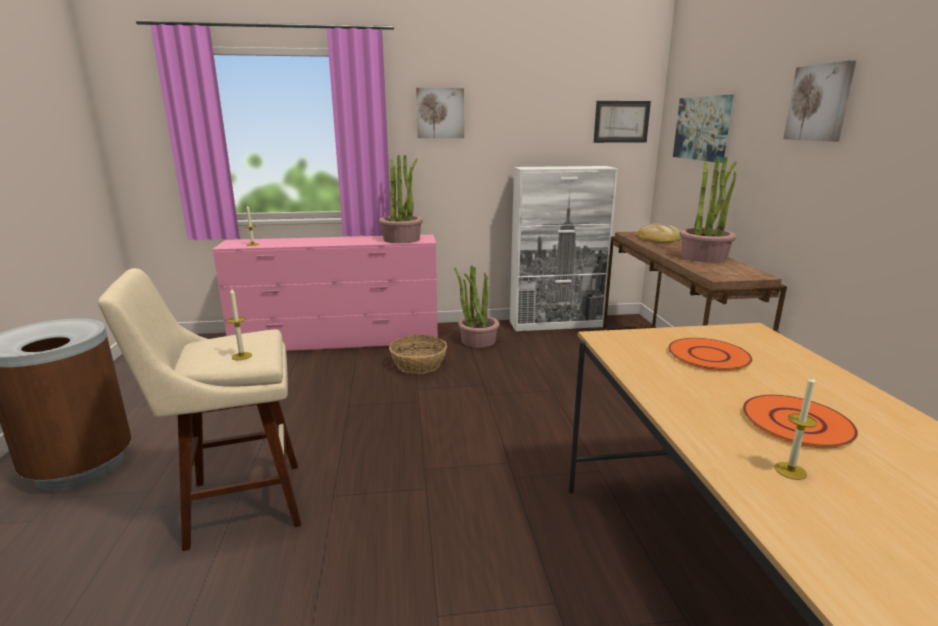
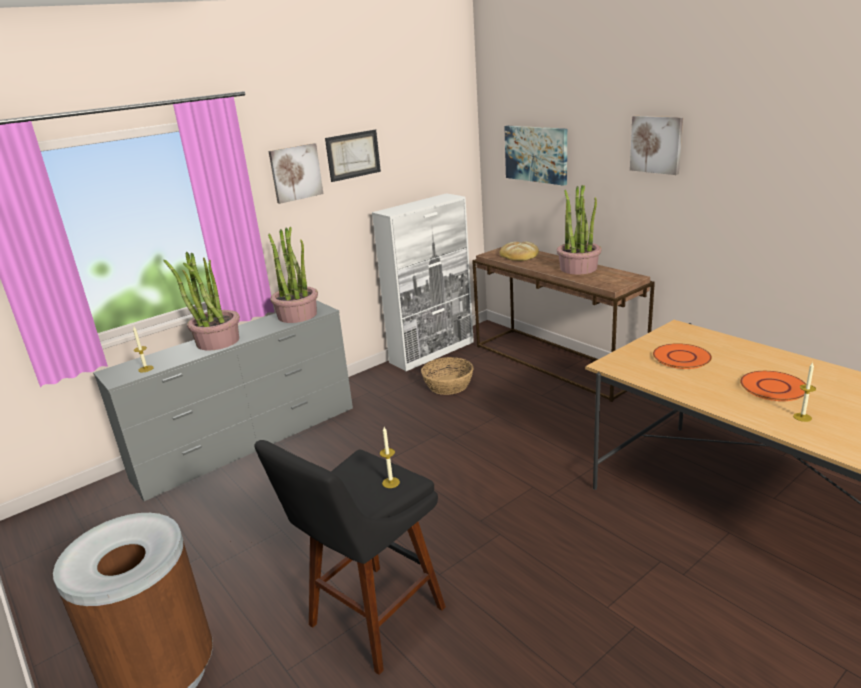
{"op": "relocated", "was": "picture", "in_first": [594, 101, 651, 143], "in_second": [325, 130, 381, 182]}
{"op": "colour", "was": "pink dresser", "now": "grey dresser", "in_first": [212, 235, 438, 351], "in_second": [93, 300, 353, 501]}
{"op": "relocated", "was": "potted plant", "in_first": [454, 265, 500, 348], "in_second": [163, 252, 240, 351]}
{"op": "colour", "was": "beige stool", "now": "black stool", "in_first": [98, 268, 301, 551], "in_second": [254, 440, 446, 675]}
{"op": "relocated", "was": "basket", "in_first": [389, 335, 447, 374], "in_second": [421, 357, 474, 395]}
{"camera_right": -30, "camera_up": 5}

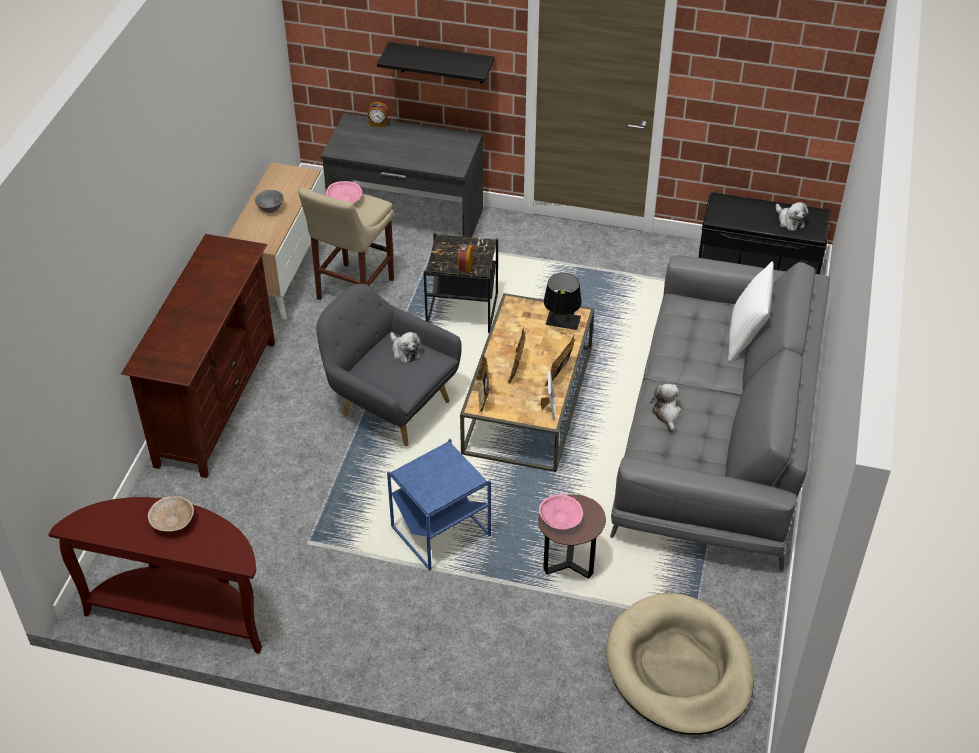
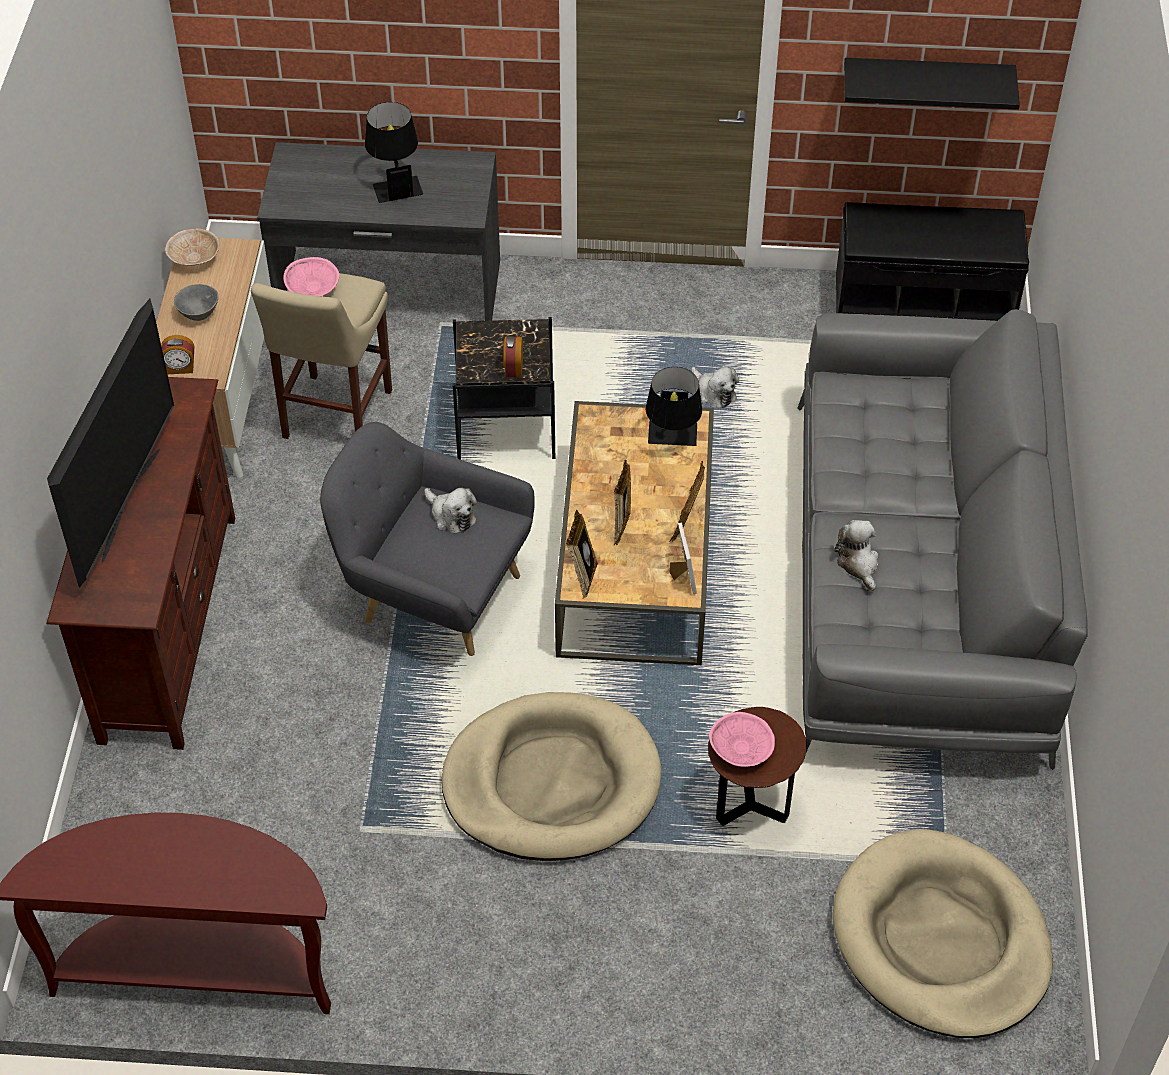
{"op": "relocated", "was": "black shelf", "in_first": [377, 42, 495, 83], "in_second": [844, 58, 1020, 110]}
{"op": "relocated", "was": "alarm clock", "in_first": [367, 102, 388, 127], "in_second": [161, 335, 194, 374]}
{"op": "relocated", "was": "plush toy", "in_first": [776, 202, 808, 231], "in_second": [691, 367, 739, 408]}
{"op": "missing", "was": "white pillow", "in_first": [728, 262, 774, 362]}
{"op": "exchanged", "was": "blue side table", "now": "beige dog bed", "in_first": [387, 439, 491, 571], "in_second": [442, 692, 662, 861]}
{"op": "relocated", "was": "beige bowl", "in_first": [148, 496, 194, 531], "in_second": [165, 228, 219, 265]}
{"op": "appeared", "now": "black table lamp", "in_second": [365, 102, 423, 203]}
{"op": "appeared", "now": "television", "in_second": [47, 299, 174, 587]}
{"camera_right": -10, "camera_up": 5}

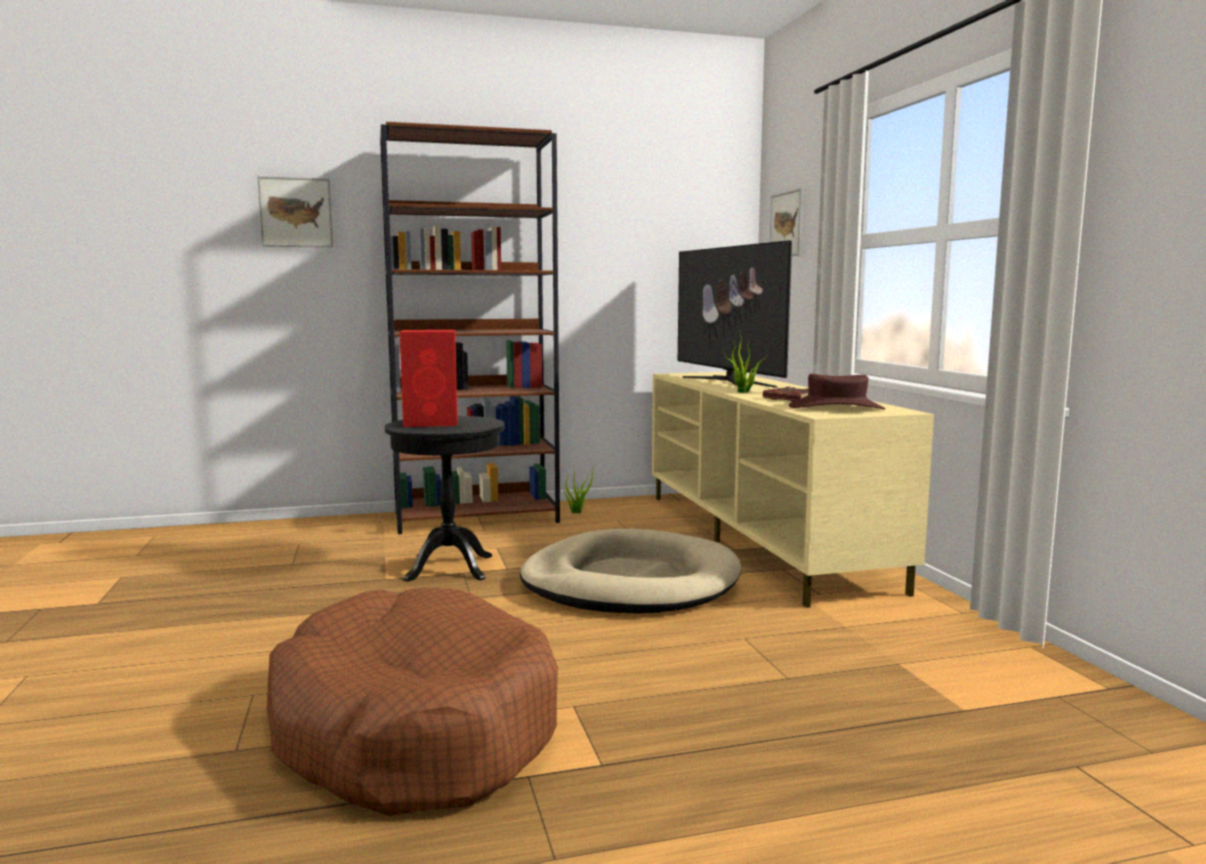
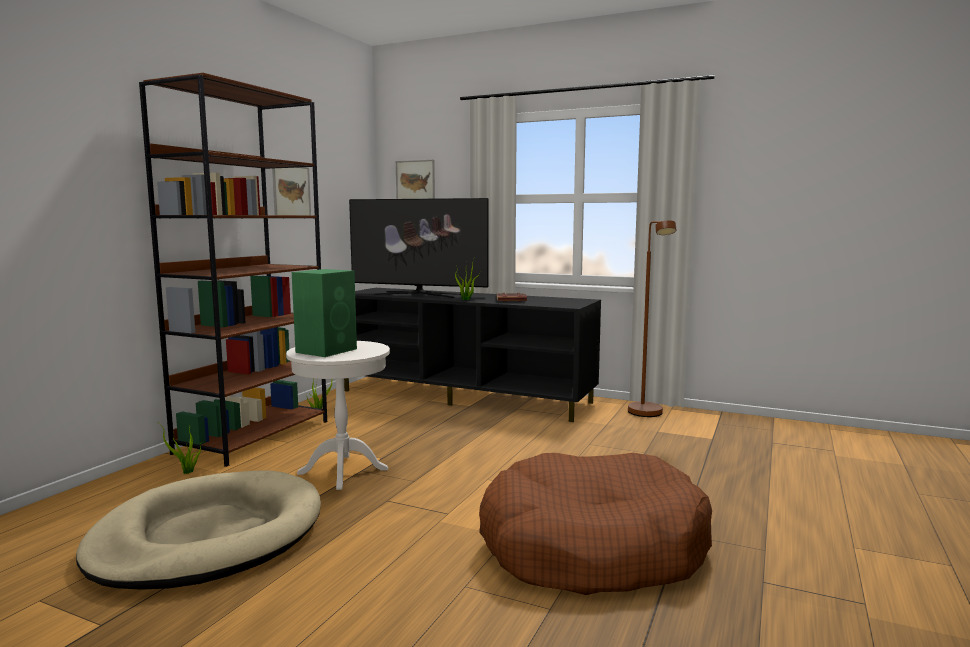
{"op": "relocated", "was": "picture", "in_first": [257, 176, 333, 248], "in_second": [272, 167, 311, 215]}
{"op": "colour", "was": "red speaker", "now": "green speaker", "in_first": [400, 330, 458, 427], "in_second": [292, 269, 357, 357]}
{"op": "colour", "was": "beige tv stand", "now": "black tv stand", "in_first": [652, 372, 934, 608], "in_second": [344, 288, 601, 422]}
{"op": "missing", "was": "brown hat", "in_first": [789, 374, 885, 410]}
{"op": "colour", "was": "black side table", "now": "white side table", "in_first": [385, 416, 505, 582], "in_second": [286, 341, 390, 490]}
{"op": "relocated", "was": "beige dog bed", "in_first": [520, 529, 742, 613], "in_second": [76, 470, 321, 590]}
{"op": "appeared", "now": "brown floor lamp", "in_second": [628, 220, 677, 417]}
{"op": "appeared", "now": "potted plant", "in_second": [160, 423, 201, 474]}
{"camera_right": -50, "camera_up": 0}

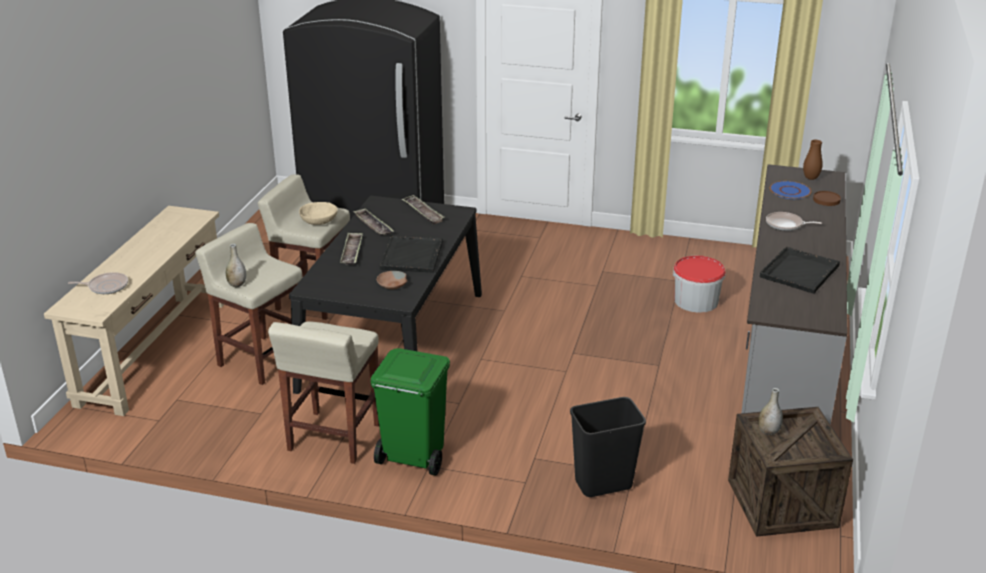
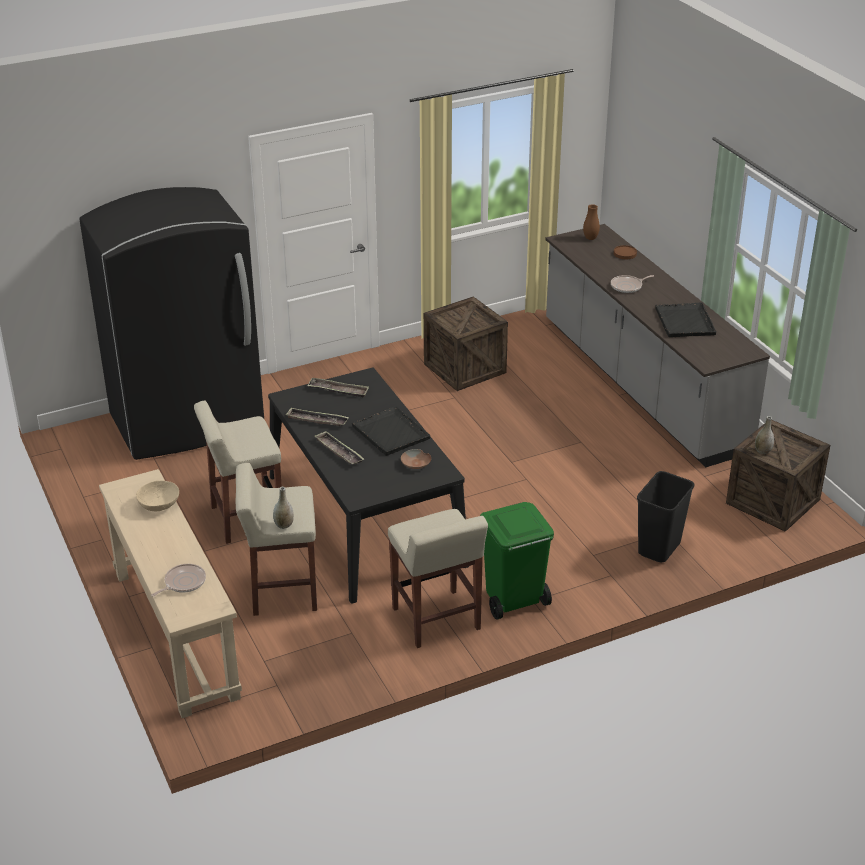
{"op": "missing", "was": "blue plate", "in_first": [770, 181, 811, 199]}
{"op": "relocated", "was": "beige bowl", "in_first": [299, 202, 338, 225], "in_second": [136, 481, 179, 511]}
{"op": "missing", "was": "bucket", "in_first": [673, 255, 726, 313]}
{"op": "appeared", "now": "crate", "in_second": [424, 297, 508, 391]}
{"camera_right": -40, "camera_up": 5}

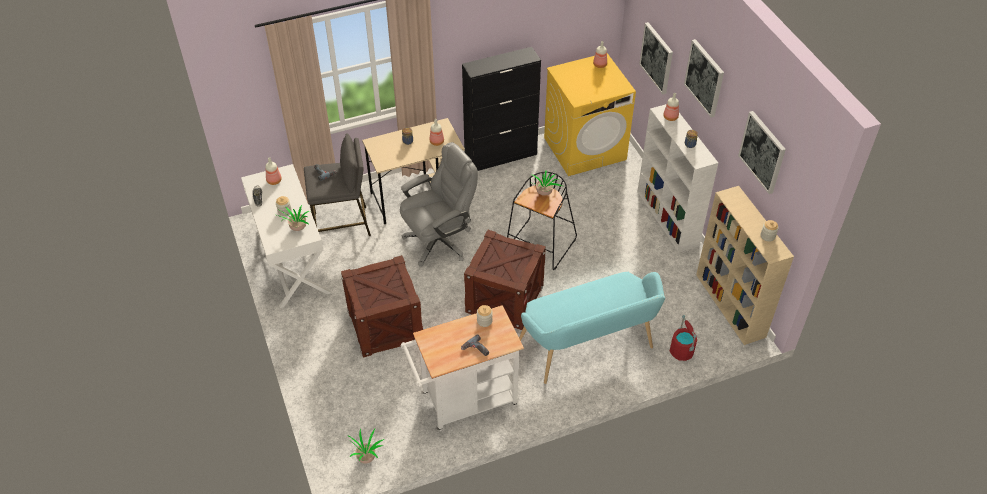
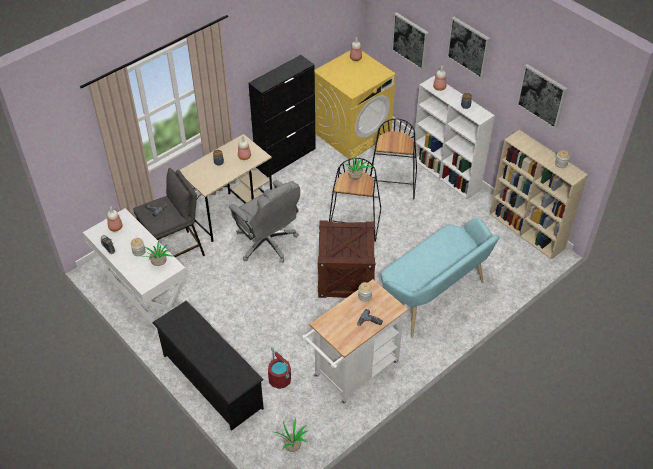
{"op": "spun", "was": "grey office chair", "in_first": [400, 142, 478, 267], "in_second": [229, 180, 300, 263], "clockwise": 105}
{"op": "missing", "was": "crate", "in_first": [341, 255, 423, 358]}
{"op": "relocated", "was": "red bucket", "in_first": [670, 315, 697, 361], "in_second": [268, 348, 291, 389]}
{"op": "appeared", "now": "black stool", "in_second": [371, 118, 417, 200]}
{"op": "appeared", "now": "black shoe rack", "in_second": [152, 300, 264, 431]}
{"camera_right": -20, "camera_up": 0}

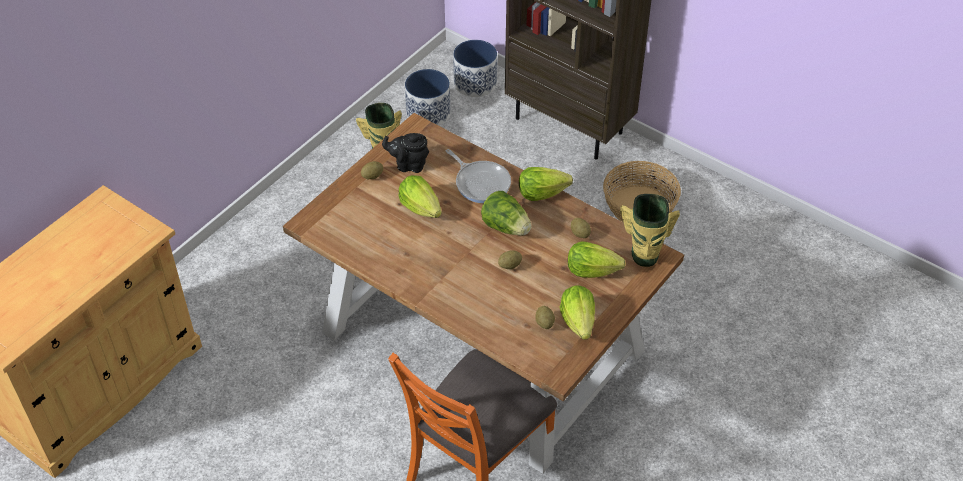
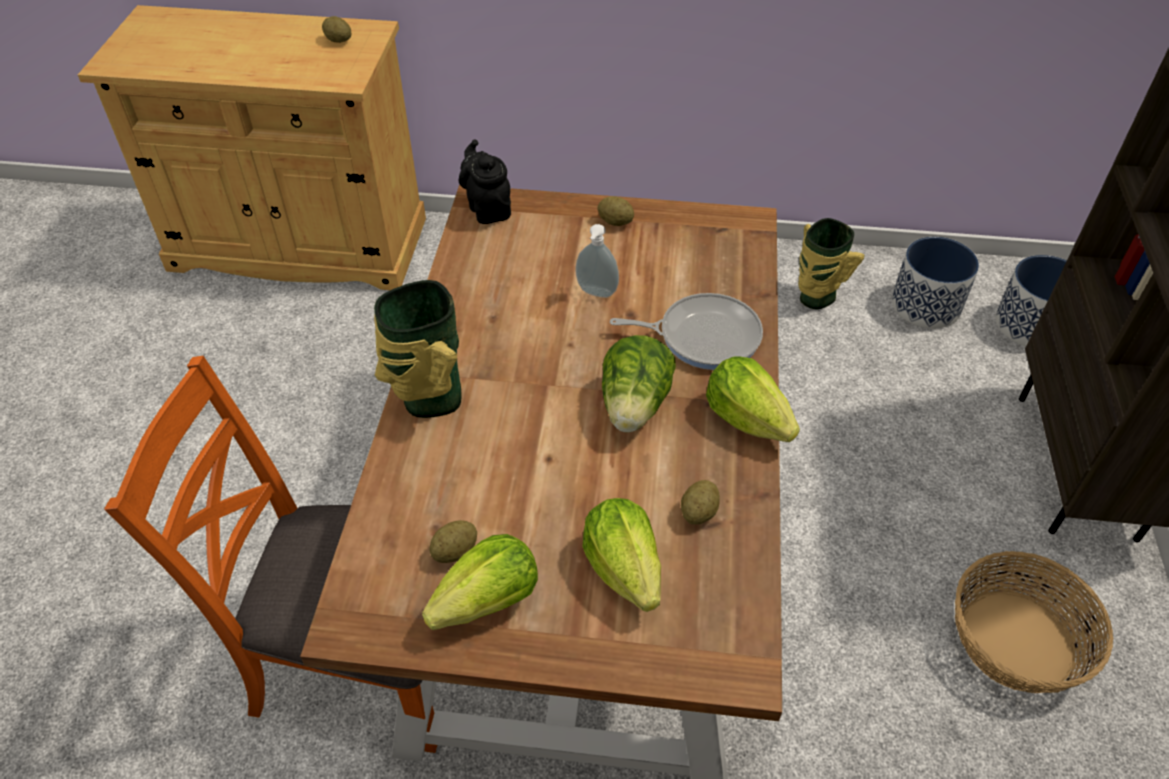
{"op": "relocated", "was": "black teapot", "in_first": [382, 133, 429, 173], "in_second": [459, 139, 511, 224]}
{"op": "spun", "was": "frying pan", "in_first": [446, 149, 511, 203], "in_second": [610, 293, 763, 370], "clockwise": -105}
{"op": "exchanged", "was": "lettuce", "now": "soap dispenser", "in_first": [399, 175, 442, 218], "in_second": [575, 224, 619, 298]}
{"op": "relocated", "was": "vase", "in_first": [620, 194, 680, 267], "in_second": [374, 280, 462, 418]}
{"op": "relocated", "was": "potato", "in_first": [498, 251, 522, 269], "in_second": [322, 16, 351, 43]}
{"camera_right": 60, "camera_up": 0}

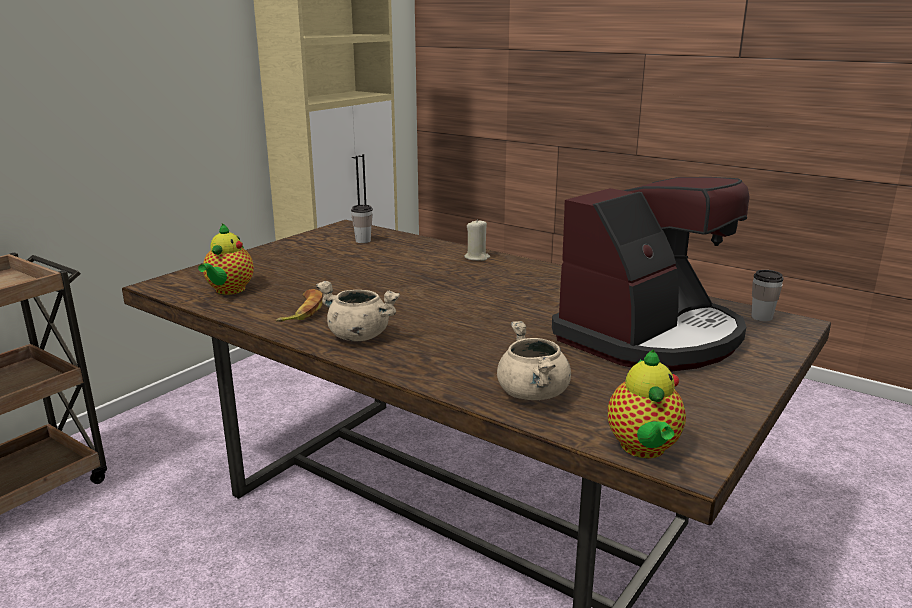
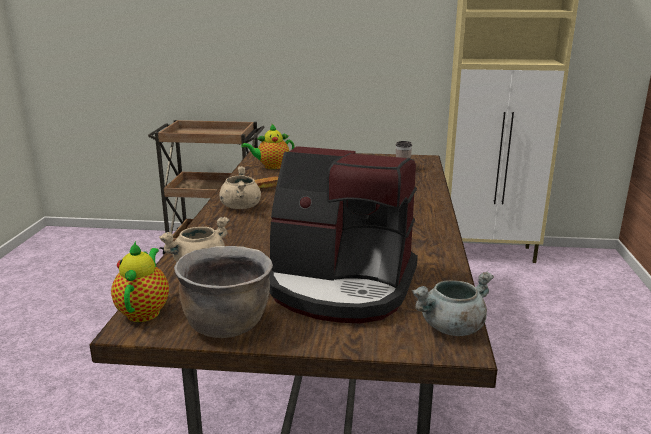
{"op": "missing", "was": "beige candle", "in_first": [464, 219, 490, 261]}
{"op": "exchanged", "was": "cup", "now": "grey cooking pot", "in_first": [751, 270, 784, 321], "in_second": [412, 272, 494, 336]}
{"op": "spun", "was": "teapot", "in_first": [608, 349, 686, 458], "in_second": [111, 241, 169, 322], "clockwise": 120}
{"op": "appeared", "now": "brown cooking pot", "in_second": [174, 246, 273, 338]}
{"camera_right": 60, "camera_up": 0}

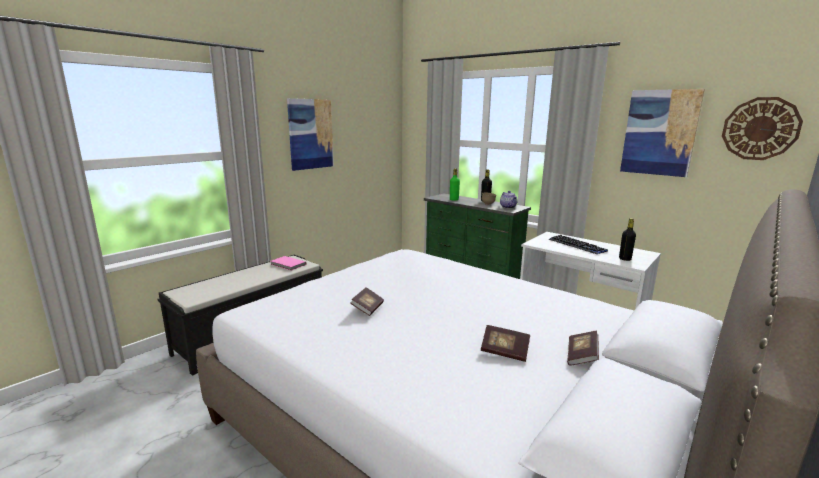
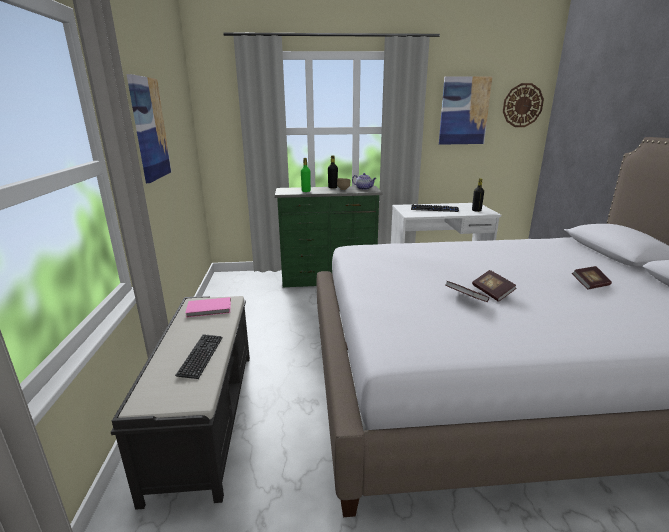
{"op": "relocated", "was": "book", "in_first": [567, 331, 599, 366], "in_second": [472, 270, 516, 302]}
{"op": "appeared", "now": "keyboard", "in_second": [175, 334, 222, 379]}
{"camera_right": -45, "camera_up": 5}

